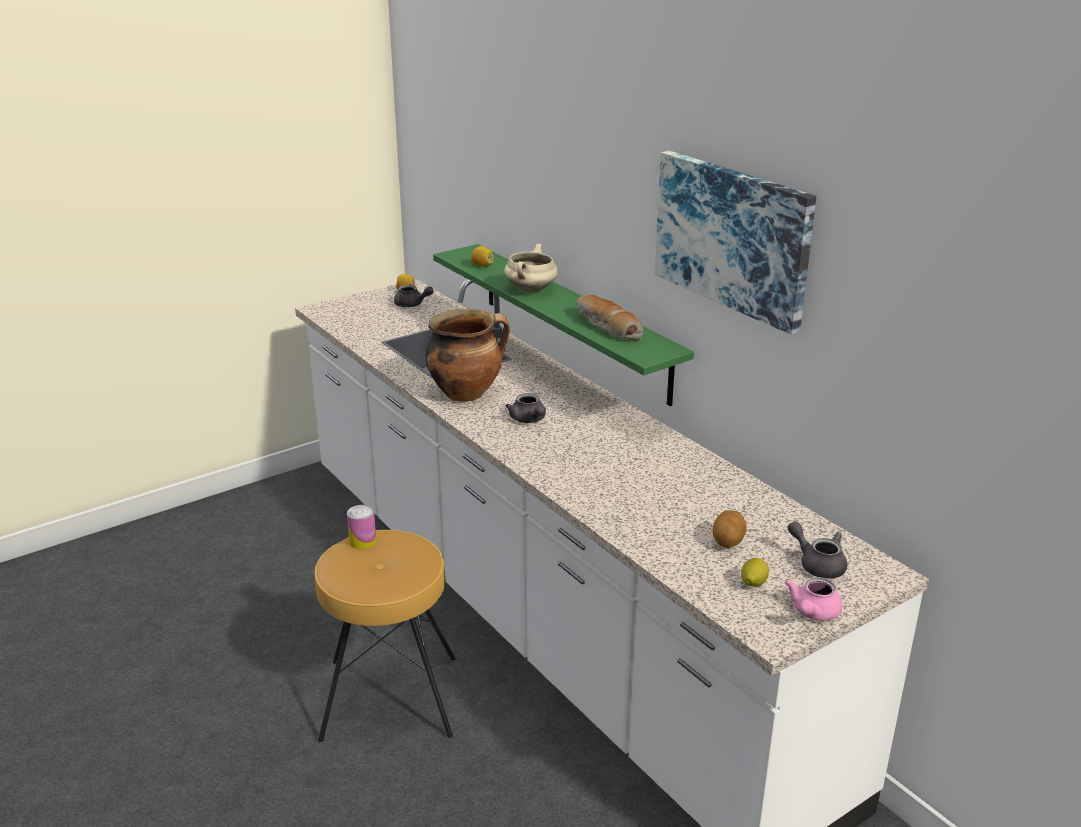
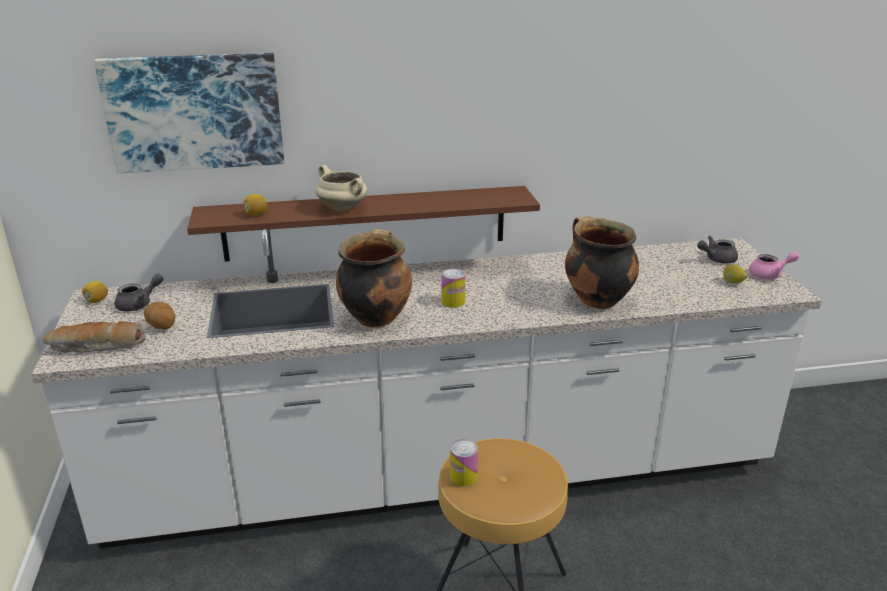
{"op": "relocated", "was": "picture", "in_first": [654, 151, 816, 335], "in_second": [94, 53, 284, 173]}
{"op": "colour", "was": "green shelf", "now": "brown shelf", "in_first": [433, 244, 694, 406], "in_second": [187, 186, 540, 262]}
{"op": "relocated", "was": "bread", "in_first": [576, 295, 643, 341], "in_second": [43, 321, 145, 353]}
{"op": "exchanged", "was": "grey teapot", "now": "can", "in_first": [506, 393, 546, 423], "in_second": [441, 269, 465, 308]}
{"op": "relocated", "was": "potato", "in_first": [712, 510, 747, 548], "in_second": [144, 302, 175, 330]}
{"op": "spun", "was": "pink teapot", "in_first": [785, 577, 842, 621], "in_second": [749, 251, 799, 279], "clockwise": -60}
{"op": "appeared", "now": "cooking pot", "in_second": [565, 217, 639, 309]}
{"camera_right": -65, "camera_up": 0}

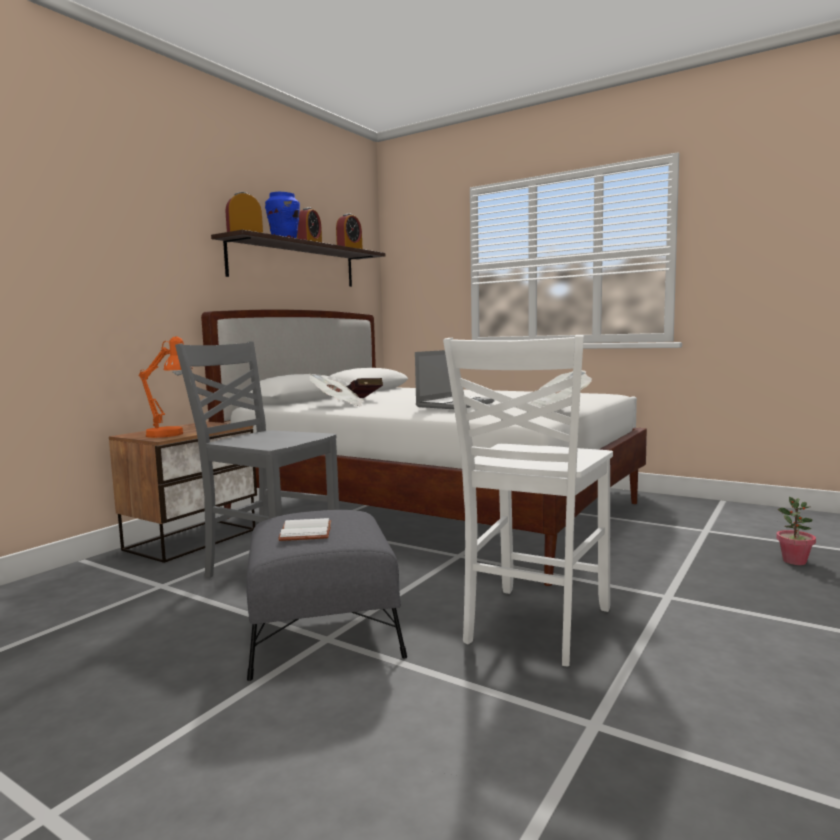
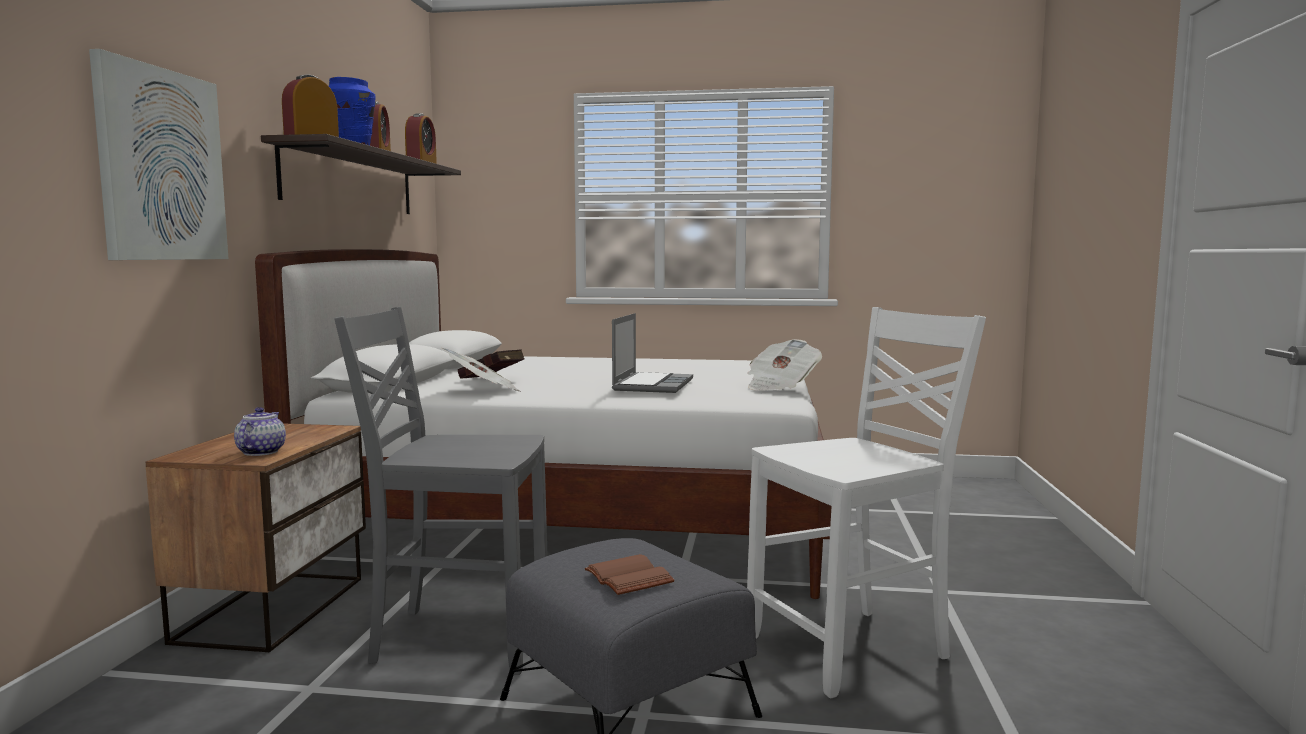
{"op": "spun", "was": "white chair", "in_first": [443, 335, 613, 666], "in_second": [747, 307, 986, 698], "clockwise": -120}
{"op": "exchanged", "was": "orange table lamp", "now": "teapot", "in_first": [139, 336, 193, 438], "in_second": [234, 407, 286, 456]}
{"op": "missing", "was": "potted plant", "in_first": [776, 497, 816, 565]}
{"op": "colour", "was": "white book", "now": "brown book", "in_first": [278, 518, 332, 541], "in_second": [585, 554, 675, 595]}
{"op": "appeared", "now": "picture", "in_second": [89, 49, 229, 260]}
{"camera_right": -25, "camera_up": 0}

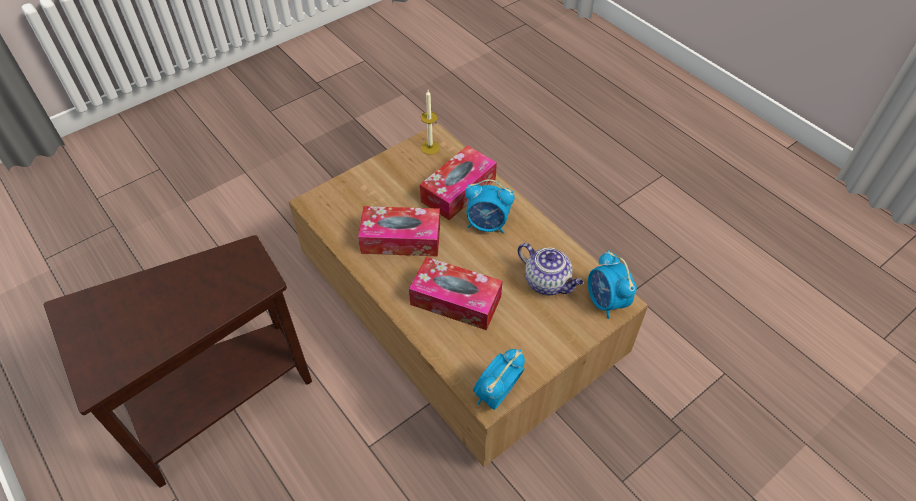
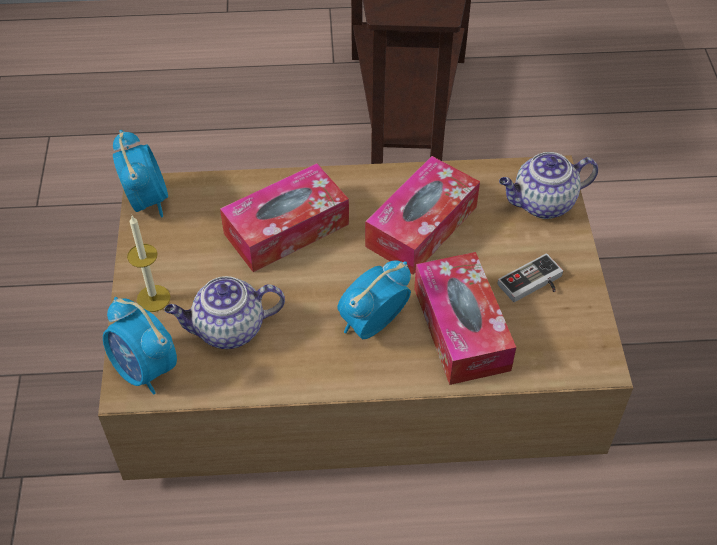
{"op": "relocated", "was": "candle", "in_first": [421, 90, 440, 155], "in_second": [127, 216, 170, 312]}
{"op": "spun", "was": "alarm clock", "in_first": [588, 250, 637, 319], "in_second": [103, 297, 177, 394], "clockwise": -150}
{"op": "appeared", "now": "teapot", "in_second": [499, 152, 598, 219]}
{"op": "appeared", "now": "game controller", "in_second": [498, 254, 563, 302]}
{"camera_right": 125, "camera_up": 0}

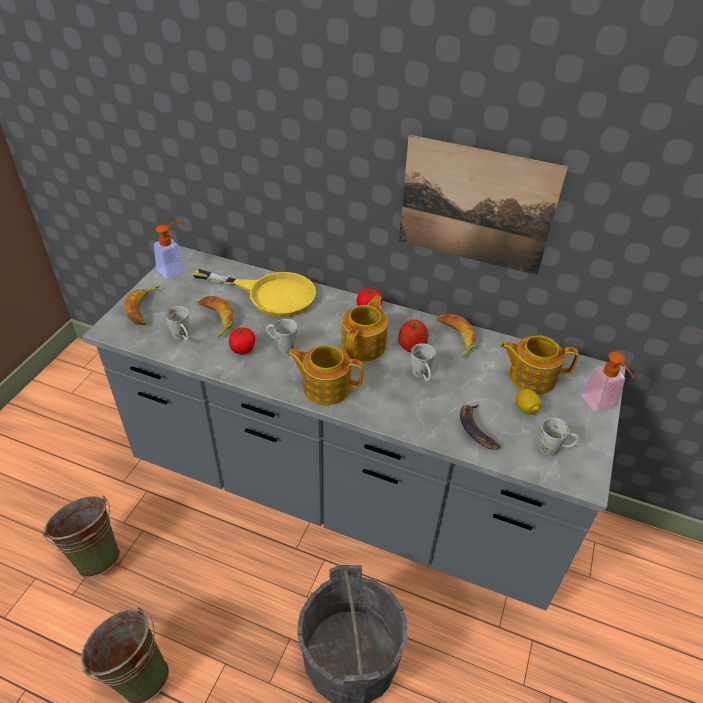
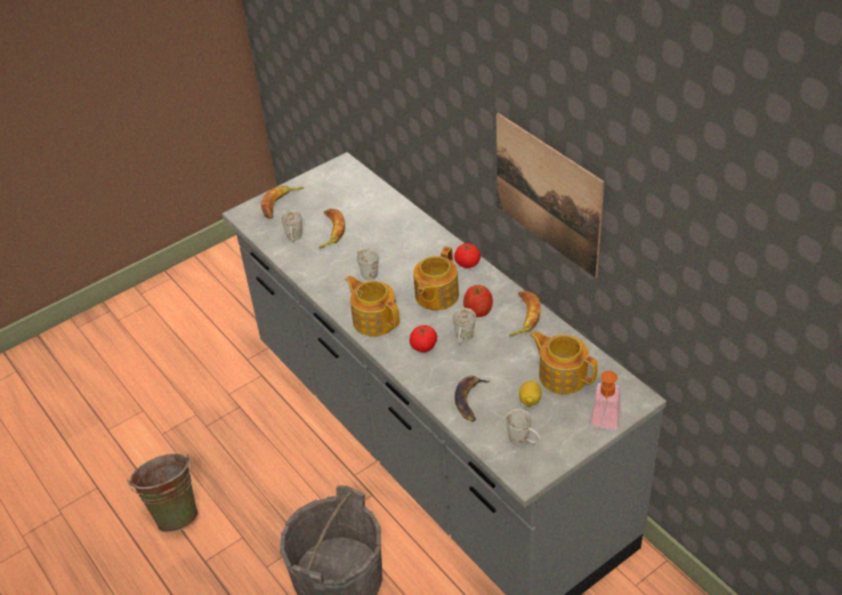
{"op": "missing", "was": "soap dispenser", "in_first": [154, 221, 186, 279]}
{"op": "missing", "was": "yellow frying pan", "in_first": [193, 269, 316, 317]}
{"op": "spun", "was": "teapot", "in_first": [341, 295, 388, 361], "in_second": [413, 246, 459, 310], "clockwise": 150}
{"op": "relocated", "was": "tomato", "in_first": [229, 327, 255, 354], "in_second": [410, 325, 437, 352]}
{"op": "missing", "was": "green bucket", "in_first": [42, 495, 120, 578]}
{"camera_right": 35, "camera_up": 0}

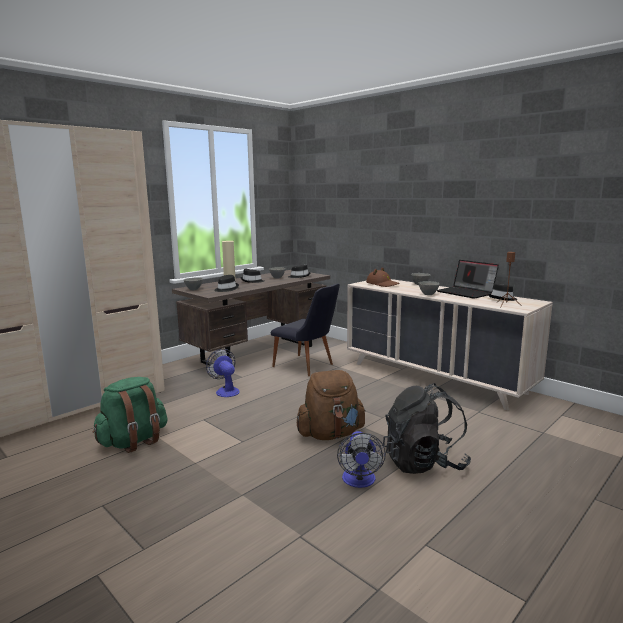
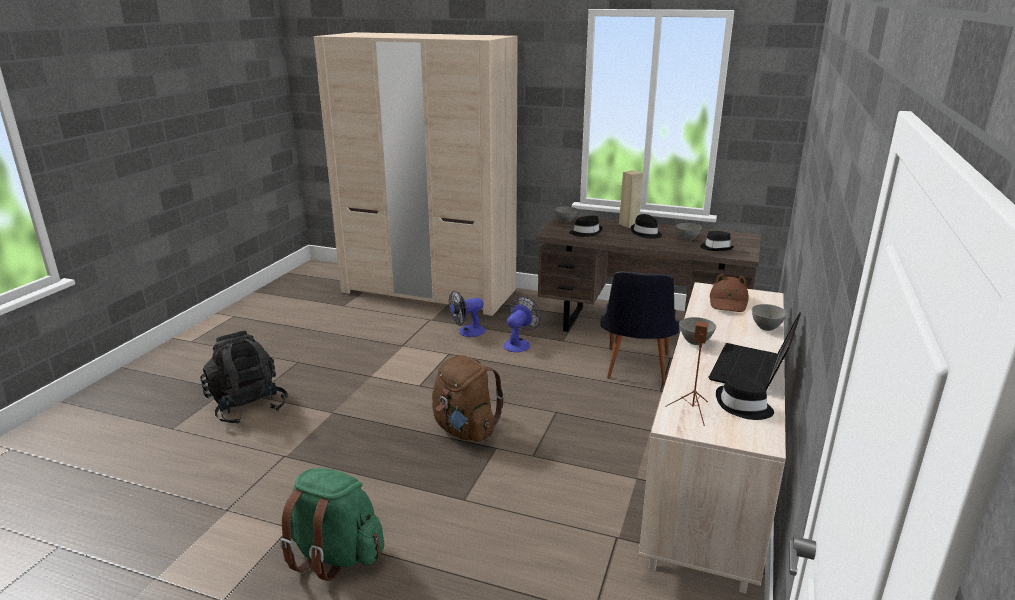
{"op": "relocated", "was": "green backpack", "in_first": [93, 377, 168, 453], "in_second": [280, 468, 384, 581]}
{"op": "relocated", "was": "black backpack", "in_first": [383, 383, 471, 474], "in_second": [200, 330, 288, 424]}
{"op": "relocated", "was": "fan", "in_first": [337, 431, 386, 488], "in_second": [449, 291, 485, 337]}
{"camera_right": 65, "camera_up": 10}

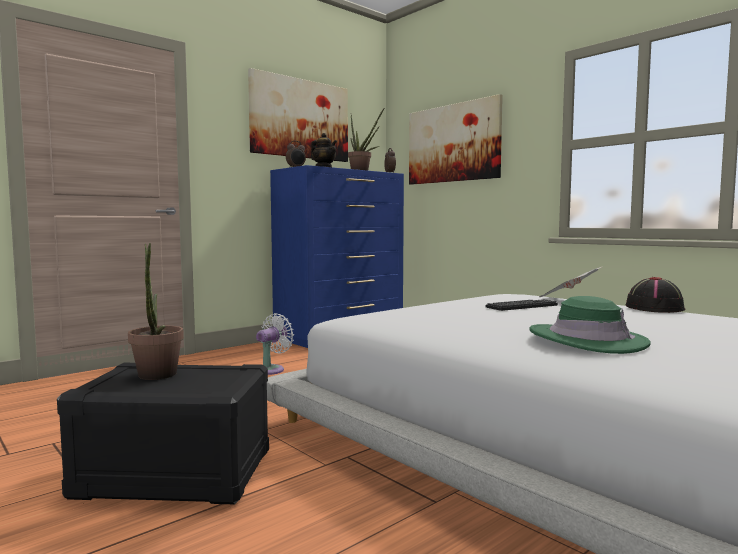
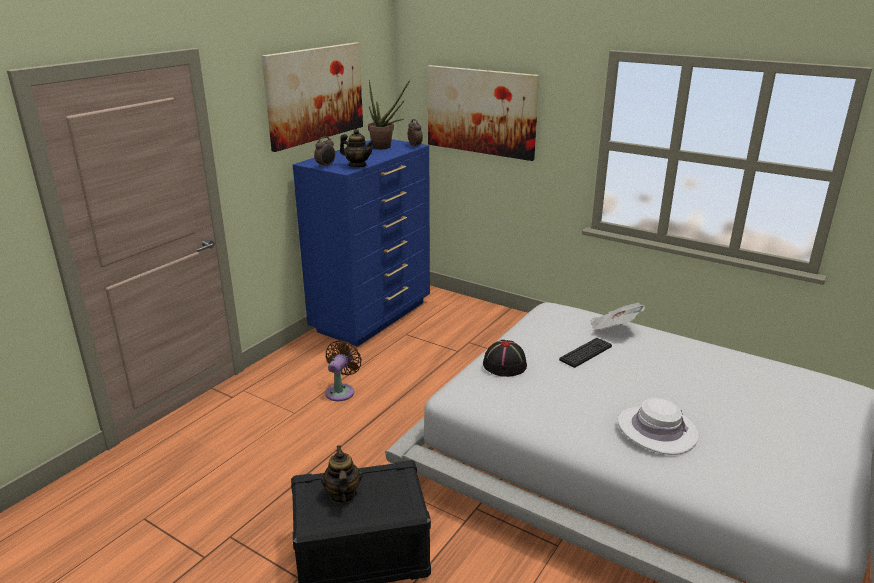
{"op": "exchanged", "was": "potted plant", "now": "teapot", "in_first": [128, 243, 184, 380], "in_second": [321, 445, 362, 503]}
{"op": "relocated", "was": "black hat", "in_first": [626, 277, 685, 313], "in_second": [483, 340, 527, 377]}
{"op": "colour", "was": "green hat", "now": "white hat", "in_first": [530, 296, 651, 354], "in_second": [618, 398, 699, 455]}
{"op": "colour", "was": "white fan", "now": "brown fan", "in_first": [256, 313, 294, 375], "in_second": [325, 340, 362, 401]}
{"camera_right": -15, "camera_up": 20}

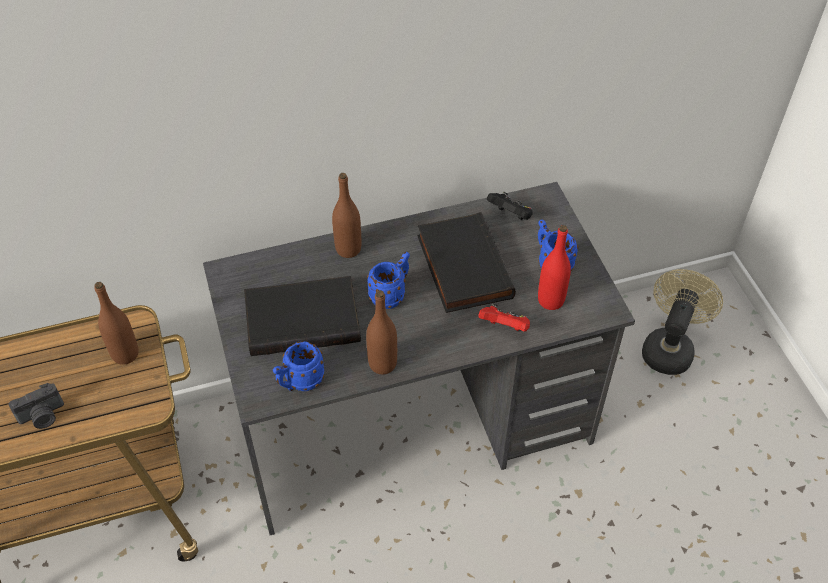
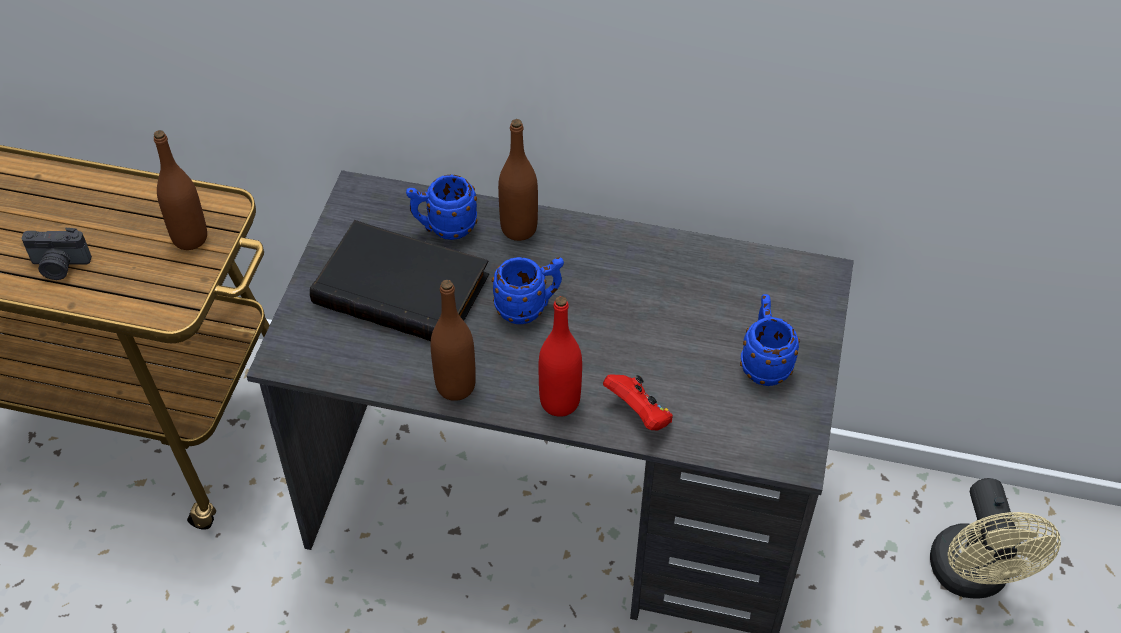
{"op": "missing", "was": "black game controller", "in_first": [487, 192, 533, 220]}
{"op": "missing", "was": "black book", "in_first": [417, 212, 516, 313]}
{"op": "relocated", "was": "red bottle", "in_first": [538, 225, 571, 310], "in_second": [538, 296, 582, 417]}
{"op": "spun", "was": "beige fan", "in_first": [642, 269, 723, 375], "in_second": [930, 478, 1061, 599], "clockwise": 120}
{"op": "relocated", "was": "blue mug", "in_first": [273, 341, 324, 391], "in_second": [406, 175, 477, 240]}
{"camera_right": 30, "camera_up": 0}

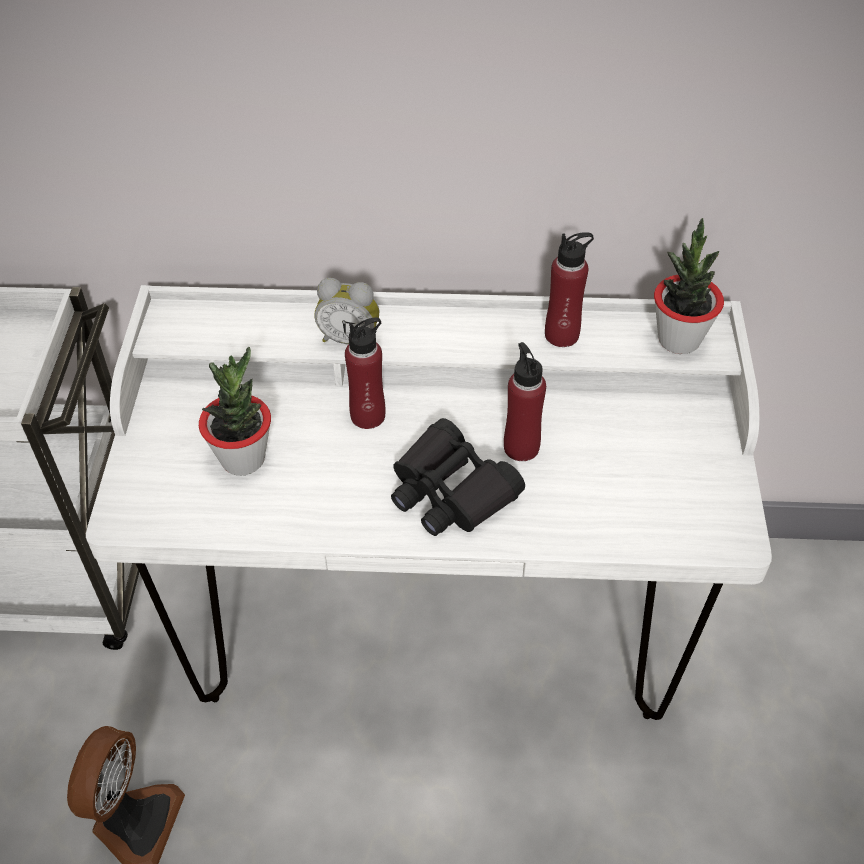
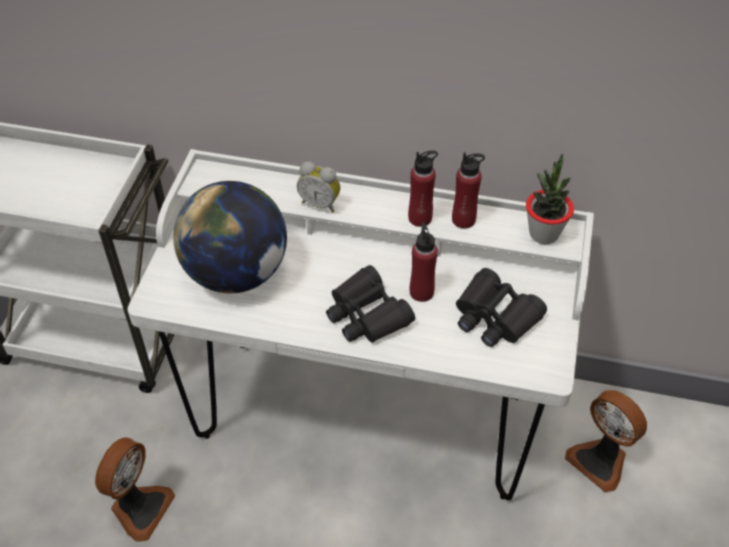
{"op": "relocated", "was": "red bottle", "in_first": [345, 317, 385, 429], "in_second": [408, 151, 438, 227]}
{"op": "exchanged", "was": "potted plant", "now": "globe", "in_first": [199, 347, 271, 476], "in_second": [173, 181, 287, 293]}
{"op": "appeared", "now": "black binoculars", "in_second": [456, 268, 547, 347]}
{"op": "appeared", "now": "fan", "in_second": [565, 390, 647, 492]}
{"camera_right": 10, "camera_up": 0}

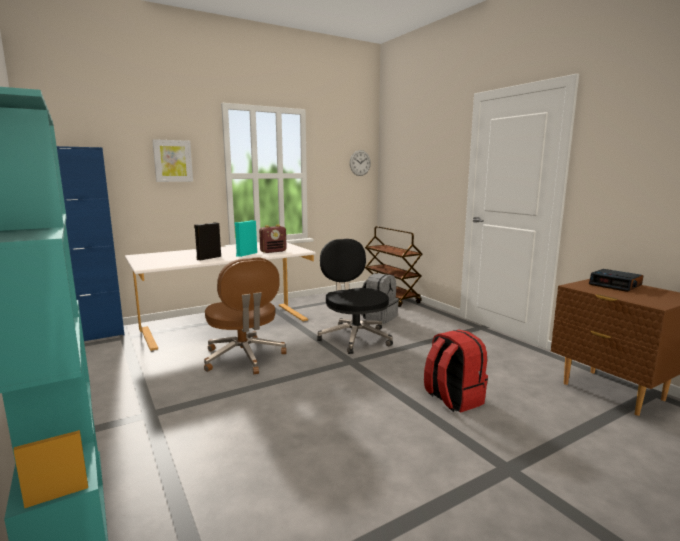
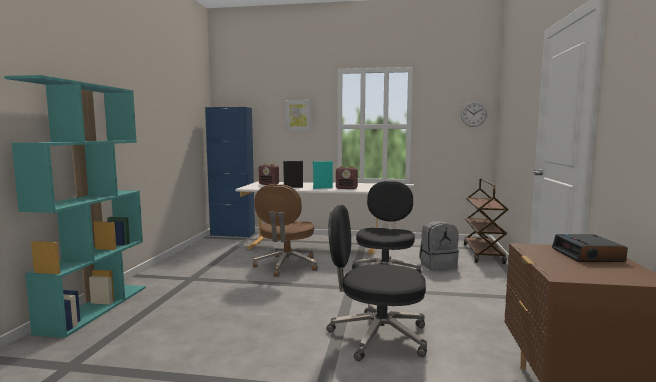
{"op": "exchanged", "was": "red backpack", "now": "black office chair", "in_first": [424, 329, 488, 413], "in_second": [327, 205, 427, 361]}
{"op": "appeared", "now": "radio", "in_second": [259, 163, 279, 185]}
{"camera_right": 40, "camera_up": -5}

